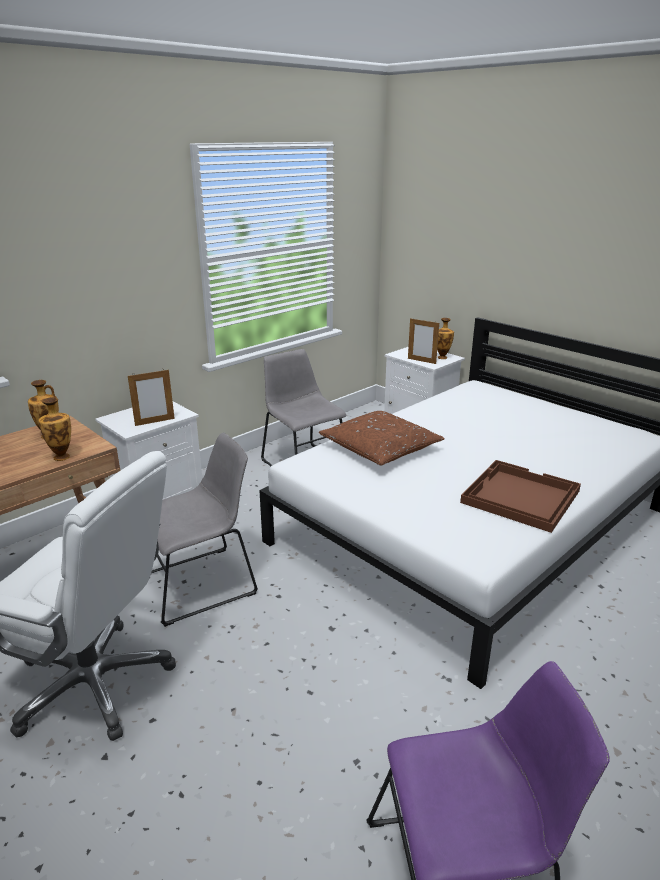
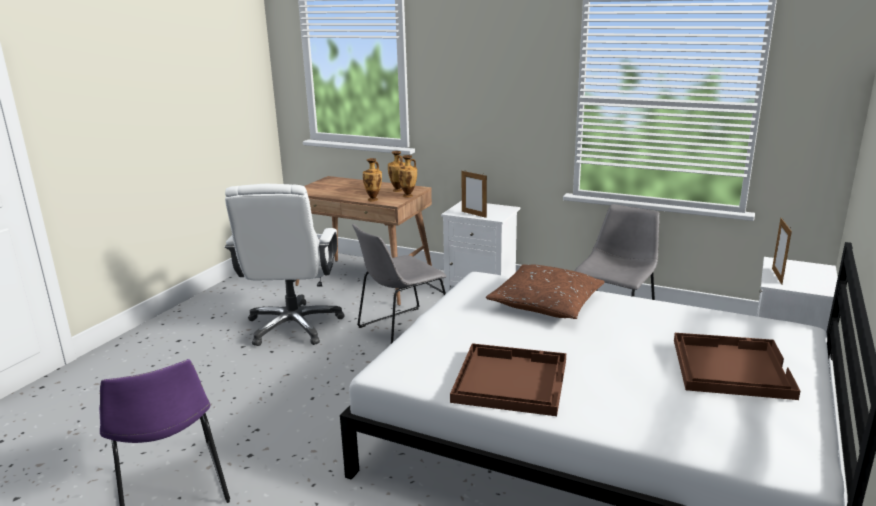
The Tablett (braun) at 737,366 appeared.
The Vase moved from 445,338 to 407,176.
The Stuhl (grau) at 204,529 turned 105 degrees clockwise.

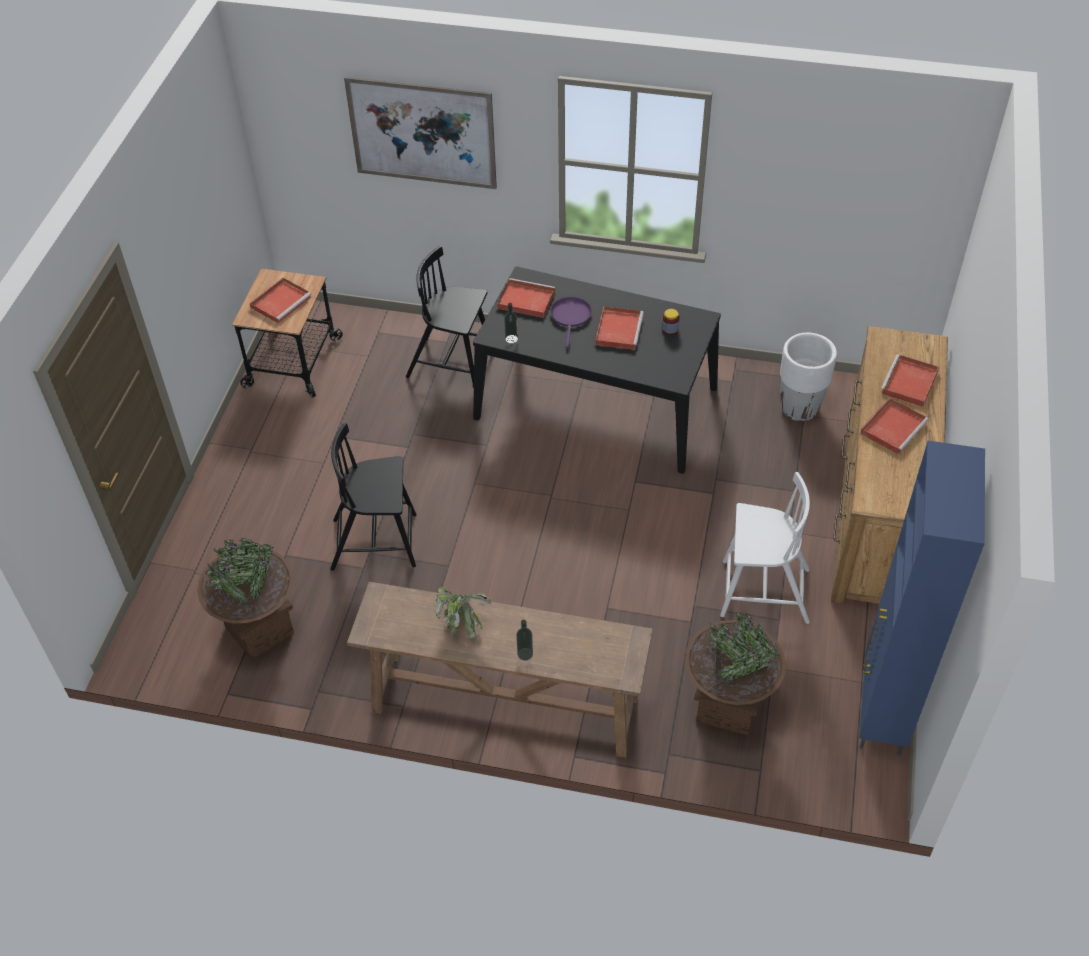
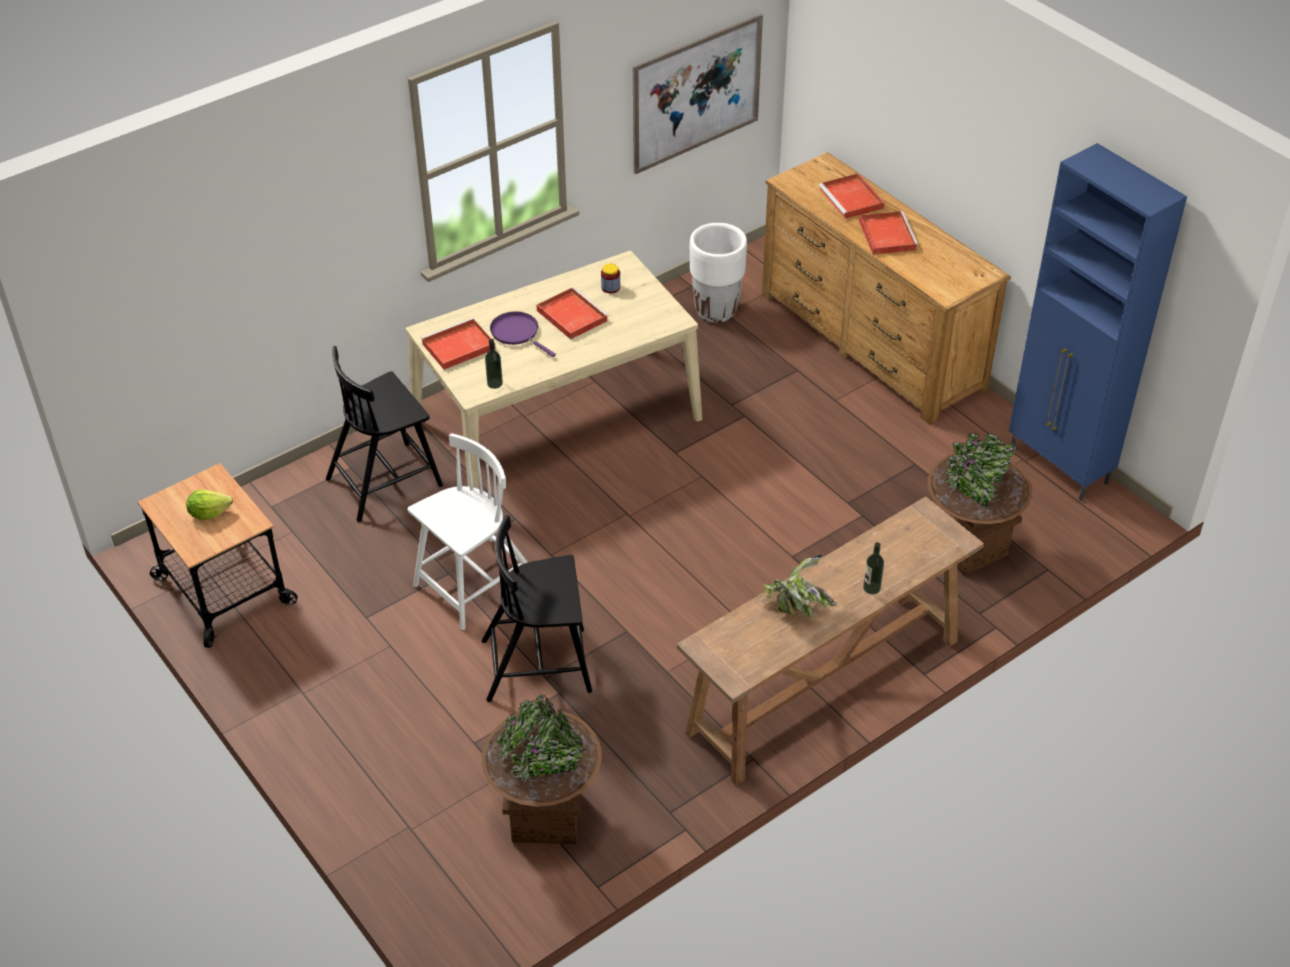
The Bild moved from 420,133 to 698,94.
The Stuhl (weiß) moved from 765,548 to 468,531.
The Tablett (rot) at 281,301 was replaced by the Salatkopf at 209,505.
The Esstisch (schwarz) at 597,370 became the Esstisch (beige) at 554,370.
The Stuhl (schwarz) at 373,497 turned 45 degrees clockwise.

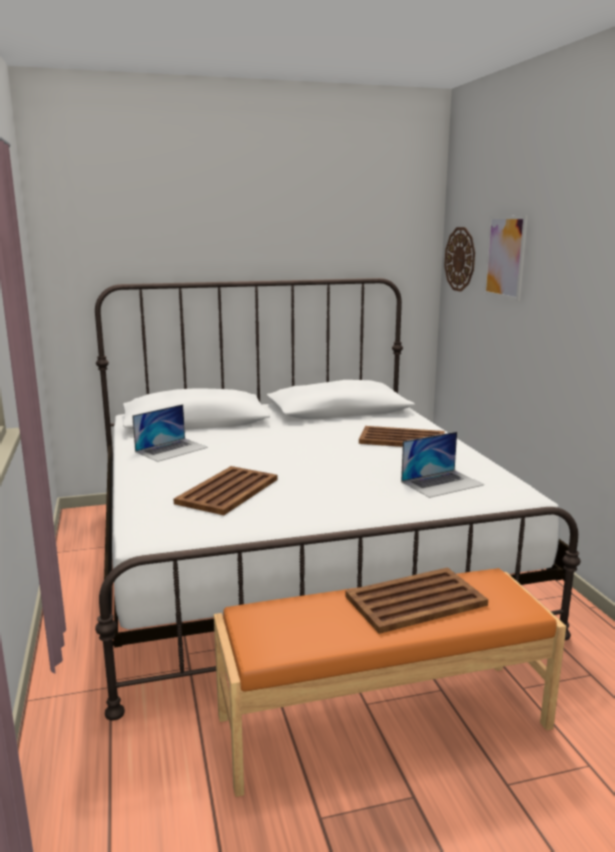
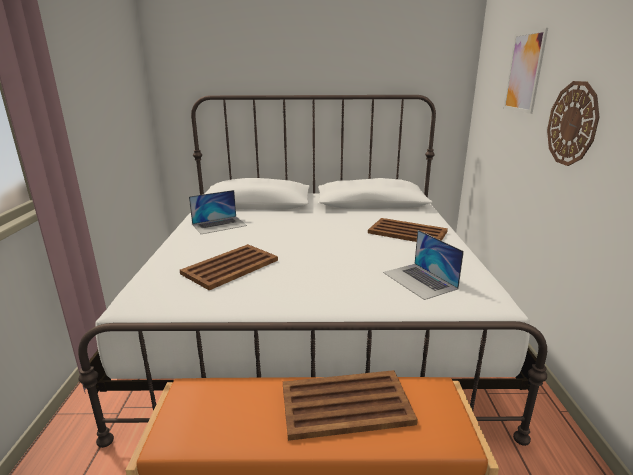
The Wanduhr moved from 459,259 to 573,123.
The Laptop at 442,465 turned 75 degrees clockwise.

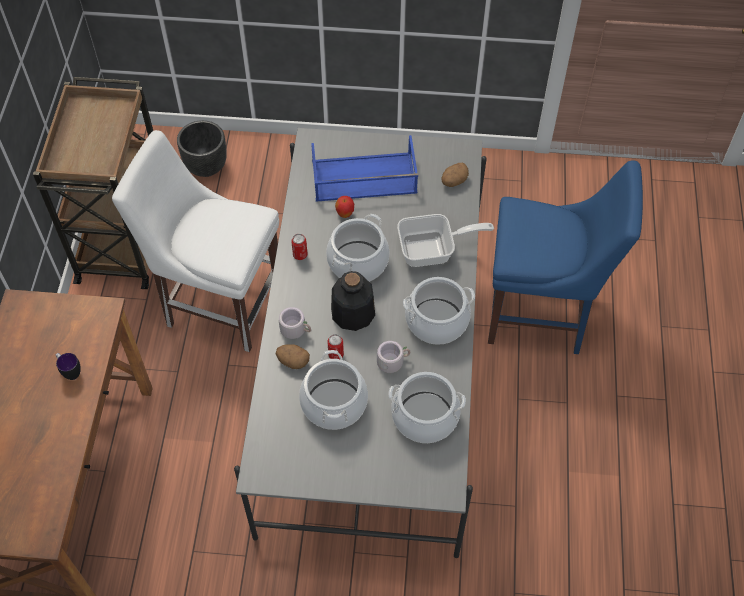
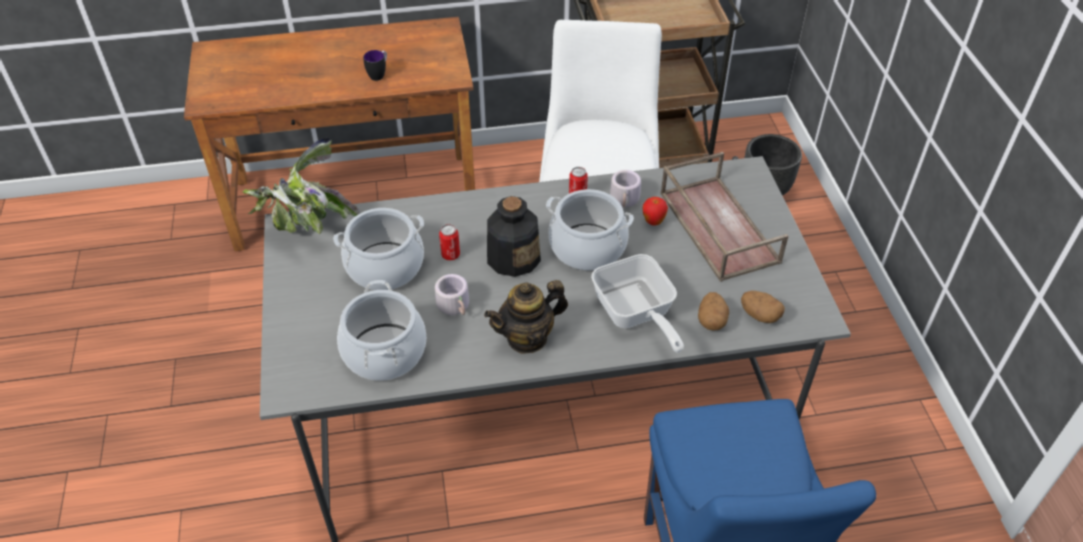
The Topfpflanze at 302,186 appeared.
The Kartoffel moved from 293,356 to 713,311.
The Henkelbecher (grau) moved from 295,323 to 625,189.
The Kochtopf at 439,311 was replaced by the Teekanne at 526,317.
The Tablett (blau) at 364,168 became the Tablett (braun) at 724,217.

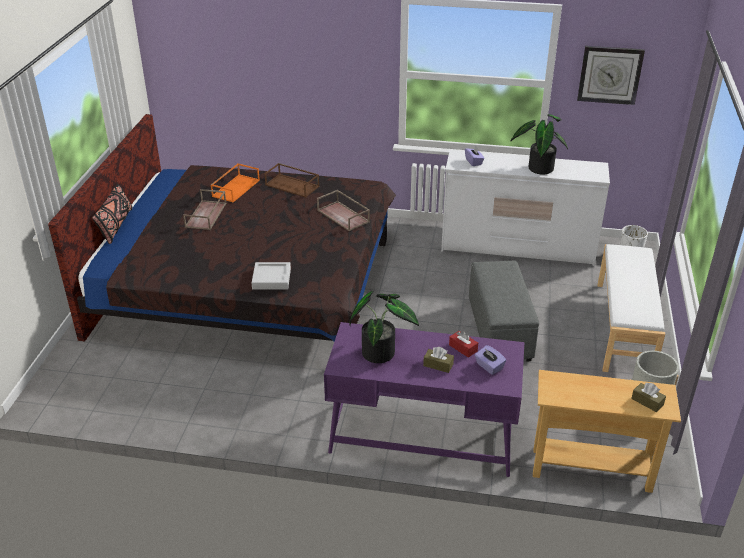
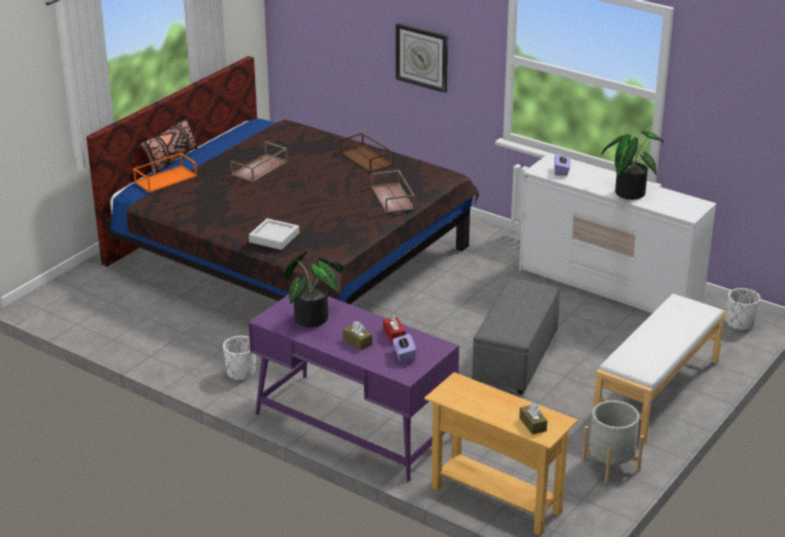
The Pflanzkübel (weiß) at 239,358 appeared.
The Tablett (orange) moved from 235,182 to 165,173.
The Wanduhr moved from 611,75 to 422,58.

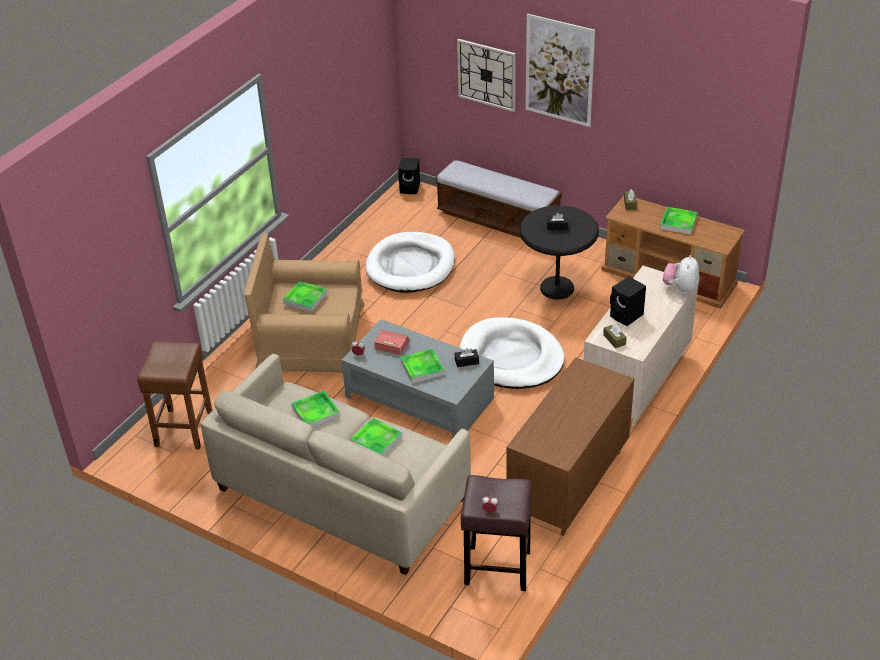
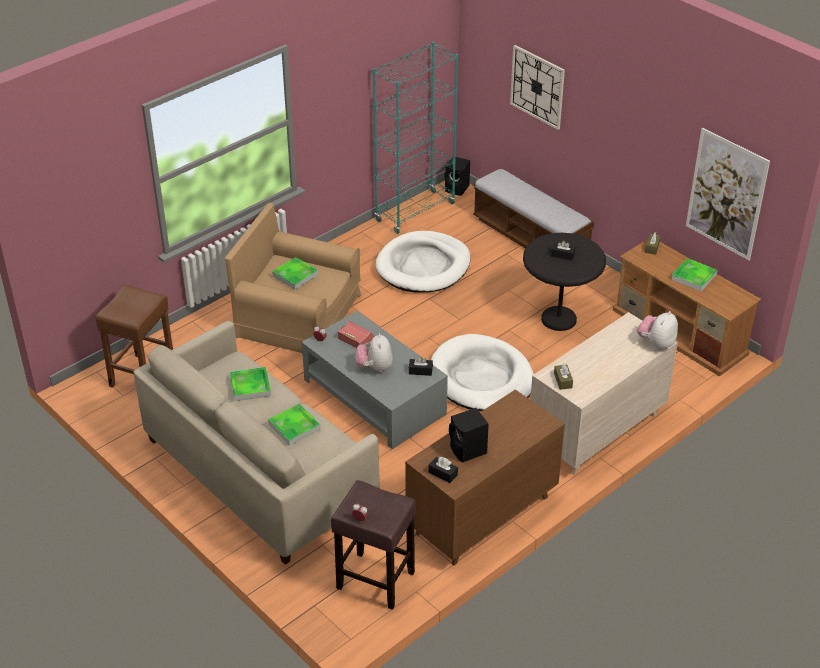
The Bücherregal (türkis) at 415,138 appeared.
The Taschentuchbox (schwarz) at 443,470 appeared.
The Bild moved from 560,70 to 728,194.
The Lautsprecher (schwarz) moved from 628,301 to 469,435.
The Tablett at 423,366 was replaced by the Plüschtier at 374,353.

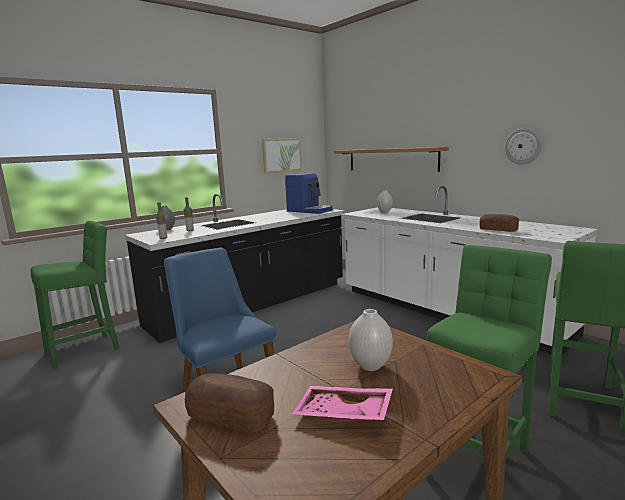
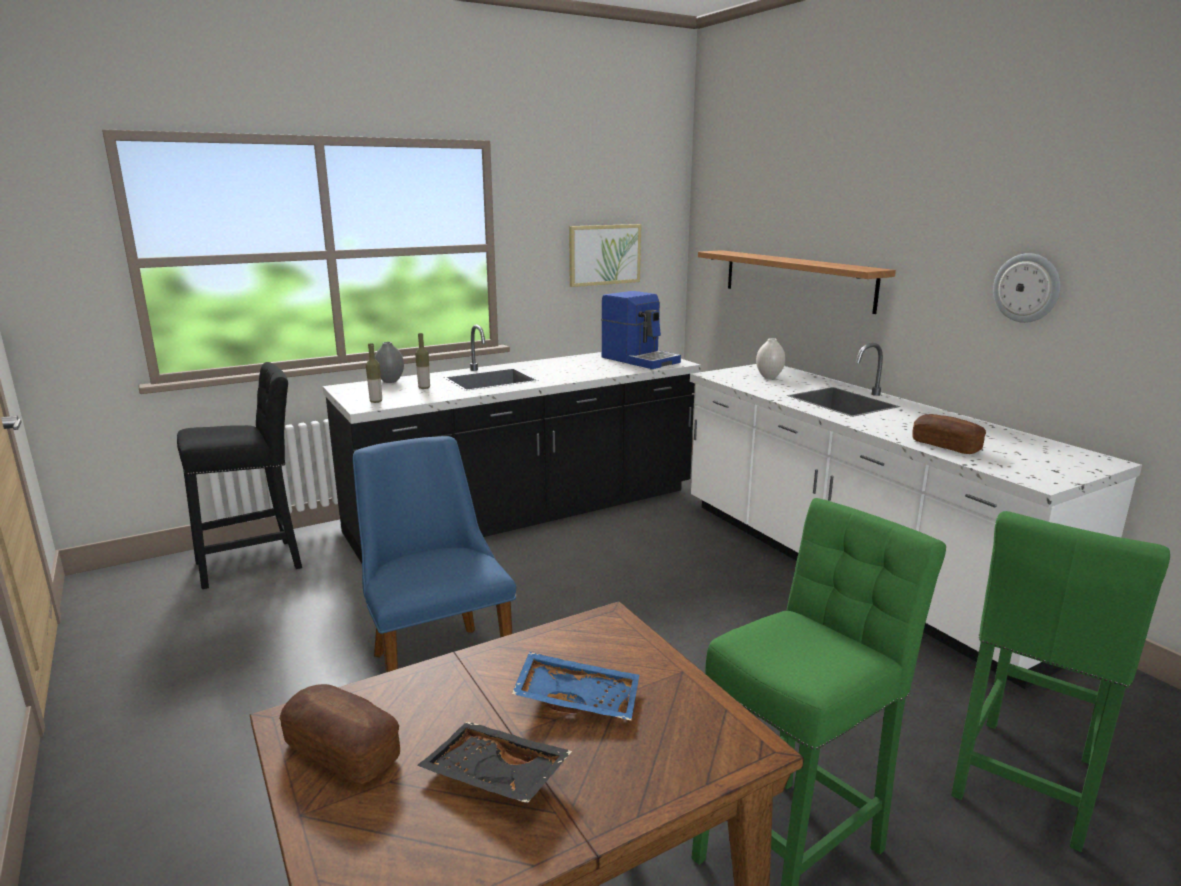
The Vase (weiß) at 371,340 was replaced by the Tablett (blau) at 575,686.
The Hocker (grün) at 75,295 became the Hocker (schwarz) at 239,475.
The Tablett (rosa) at 342,403 became the Tablett (schwarz) at 494,763.

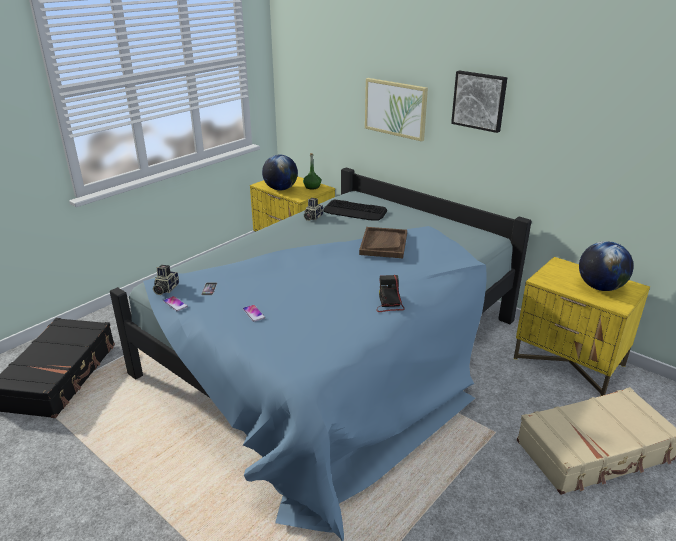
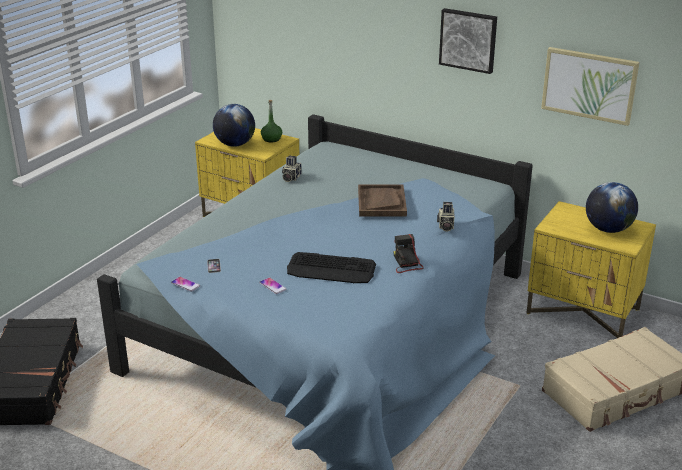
The Kamera moved from 166,280 to 446,217.
The Tastatur moved from 355,210 to 331,267.
The Bild moved from 396,109 to 590,86.

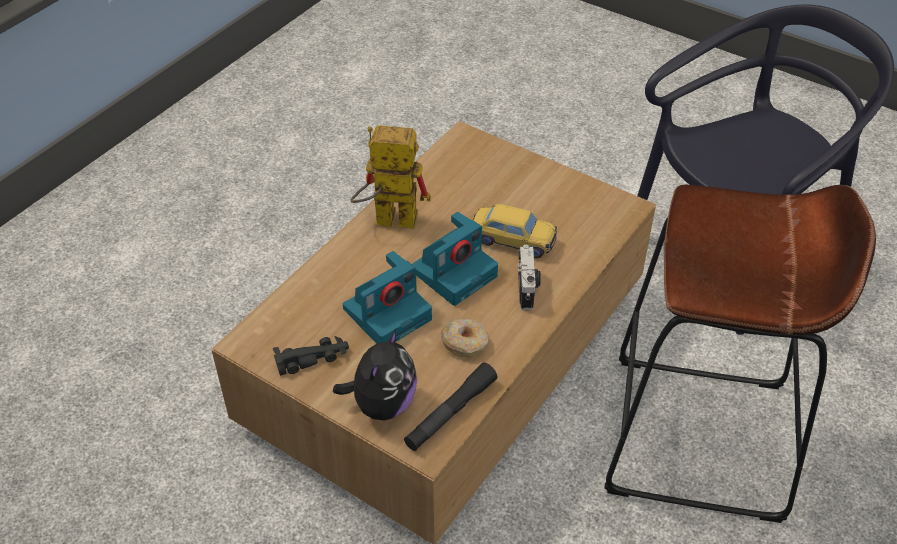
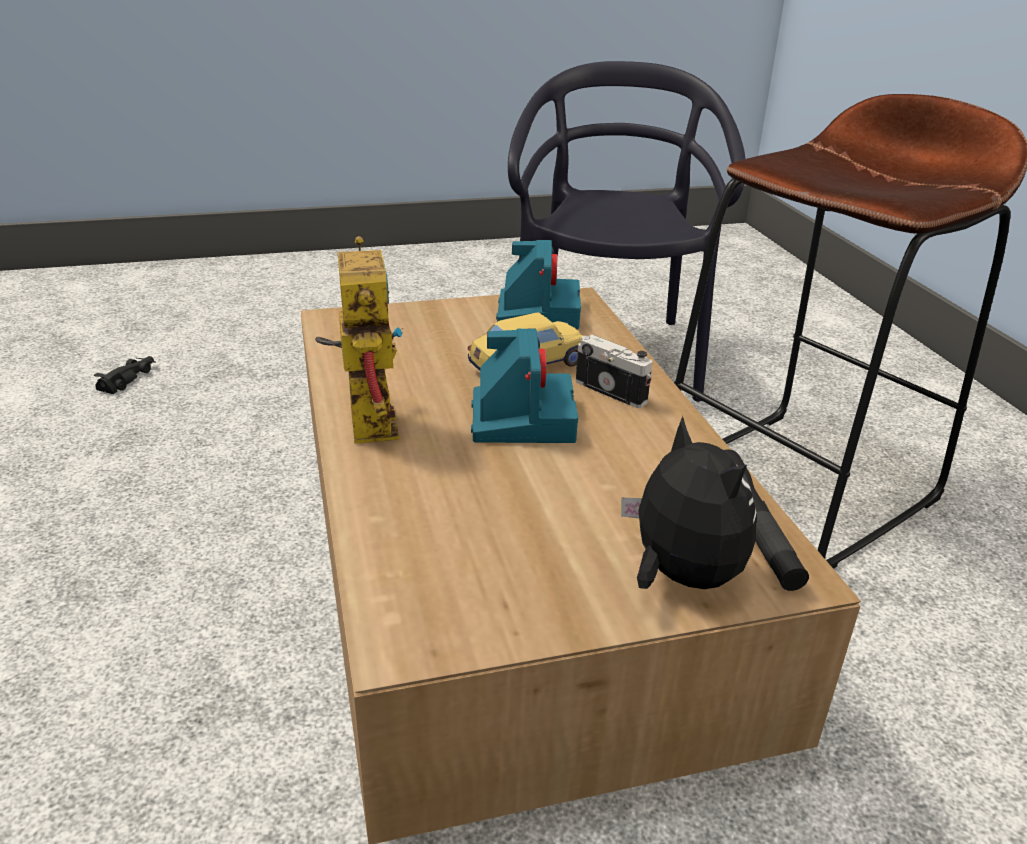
The Donut at 465,337 disappeared.
The Spielzeugauto (schwarz) moved from 311,356 to 125,375.
The Kamera moved from 387,297 to 538,284.
The Spielzeugroboter at 390,177 turned 120 degrees clockwise.

